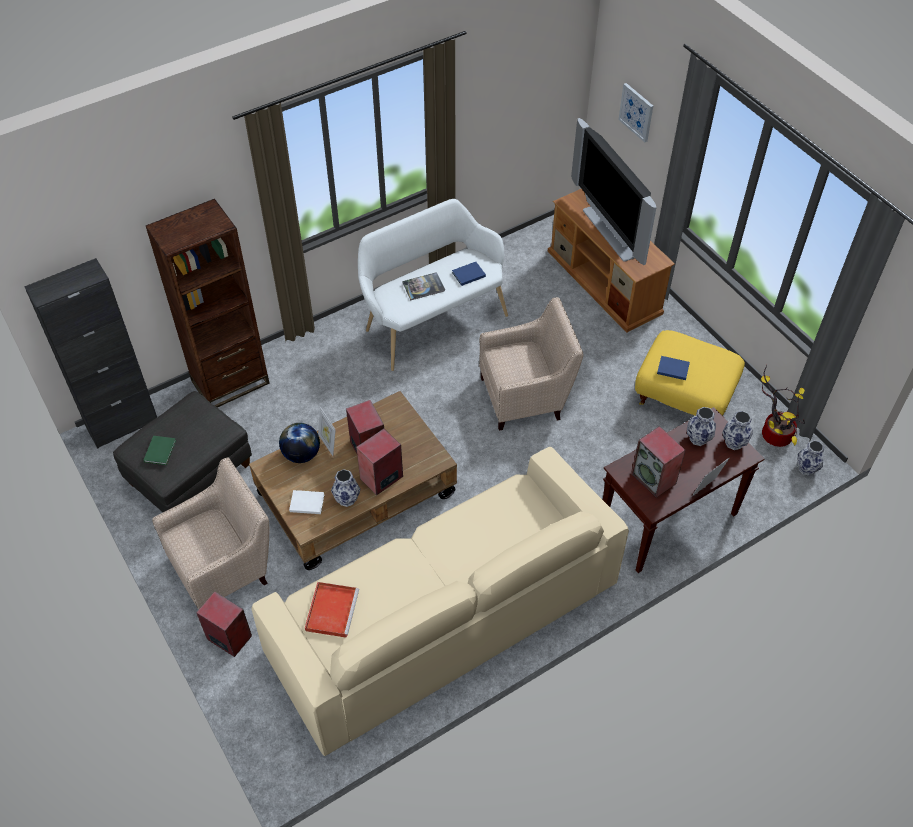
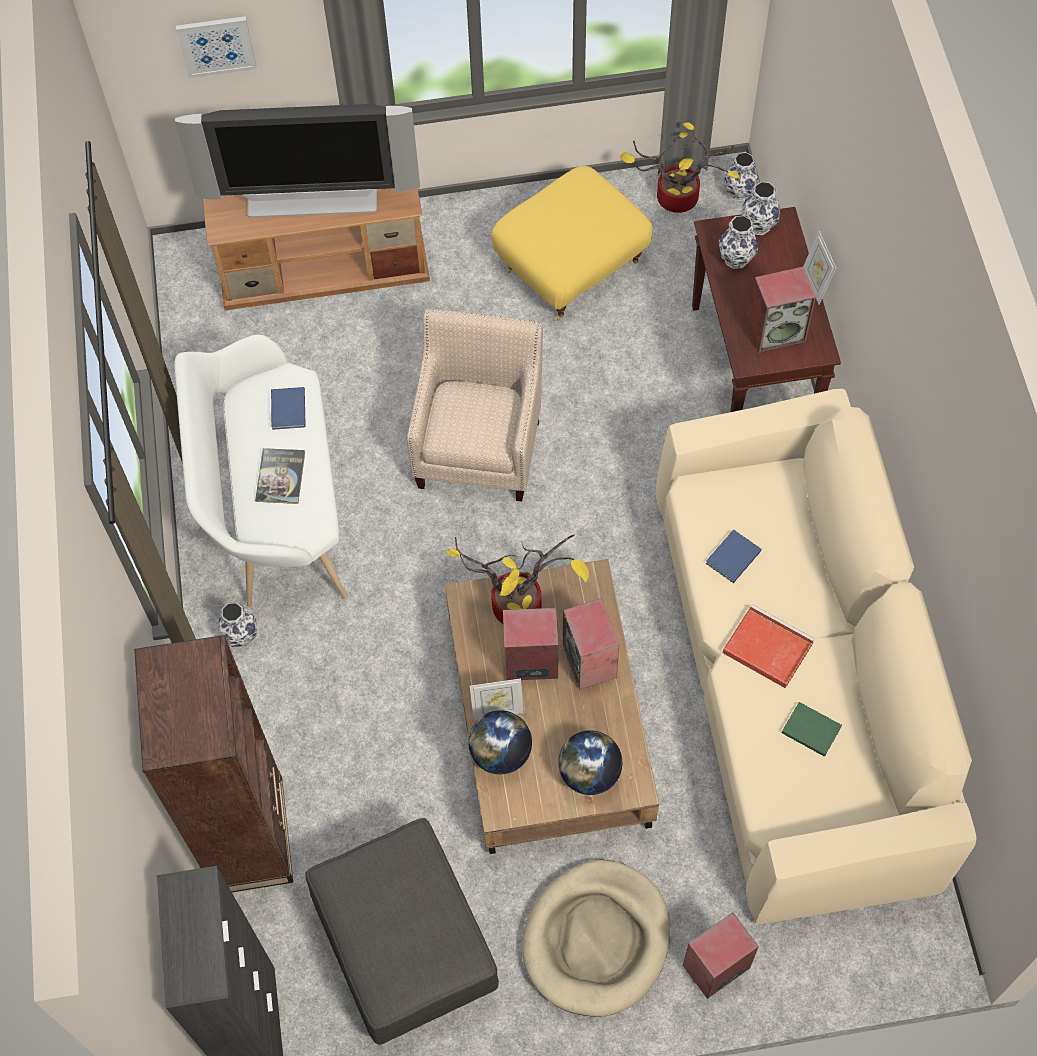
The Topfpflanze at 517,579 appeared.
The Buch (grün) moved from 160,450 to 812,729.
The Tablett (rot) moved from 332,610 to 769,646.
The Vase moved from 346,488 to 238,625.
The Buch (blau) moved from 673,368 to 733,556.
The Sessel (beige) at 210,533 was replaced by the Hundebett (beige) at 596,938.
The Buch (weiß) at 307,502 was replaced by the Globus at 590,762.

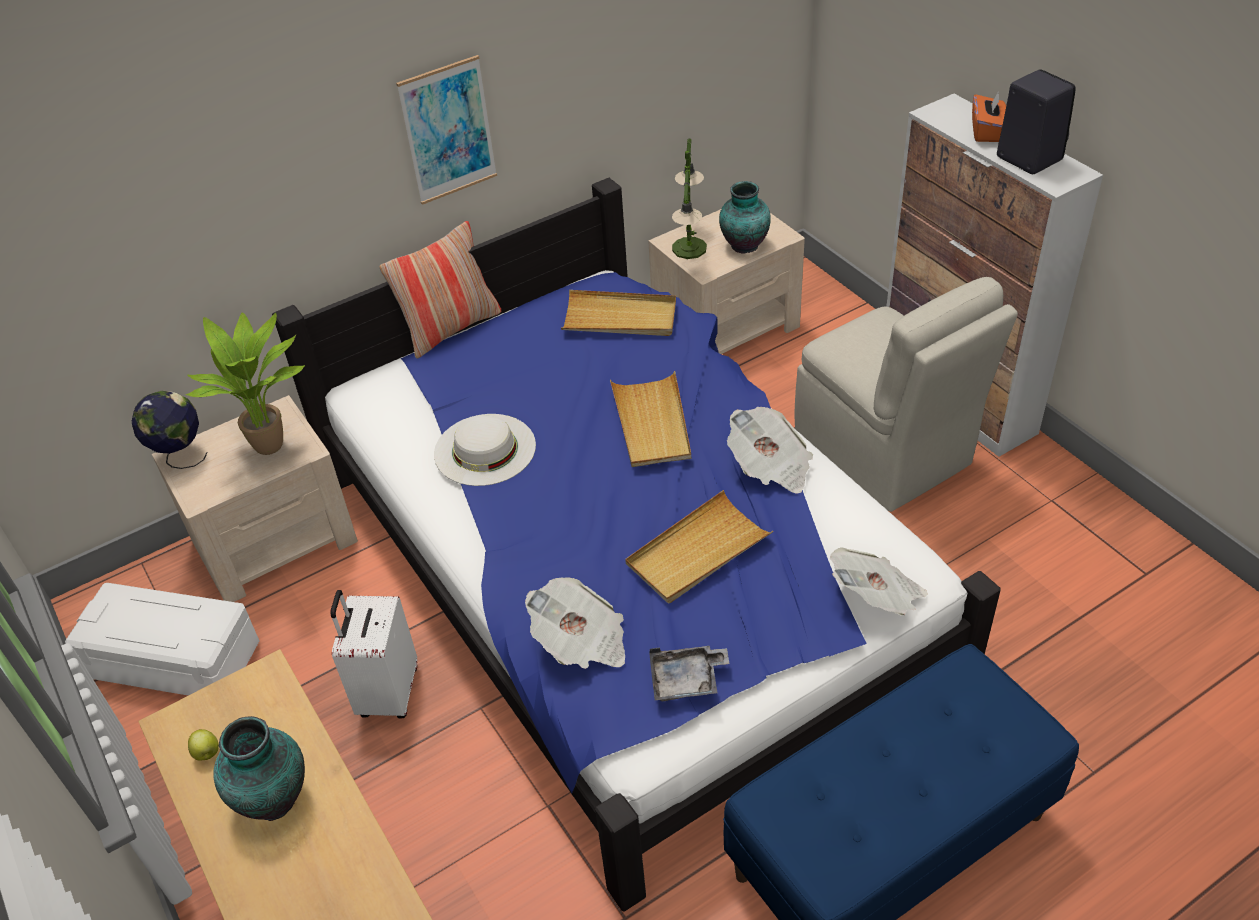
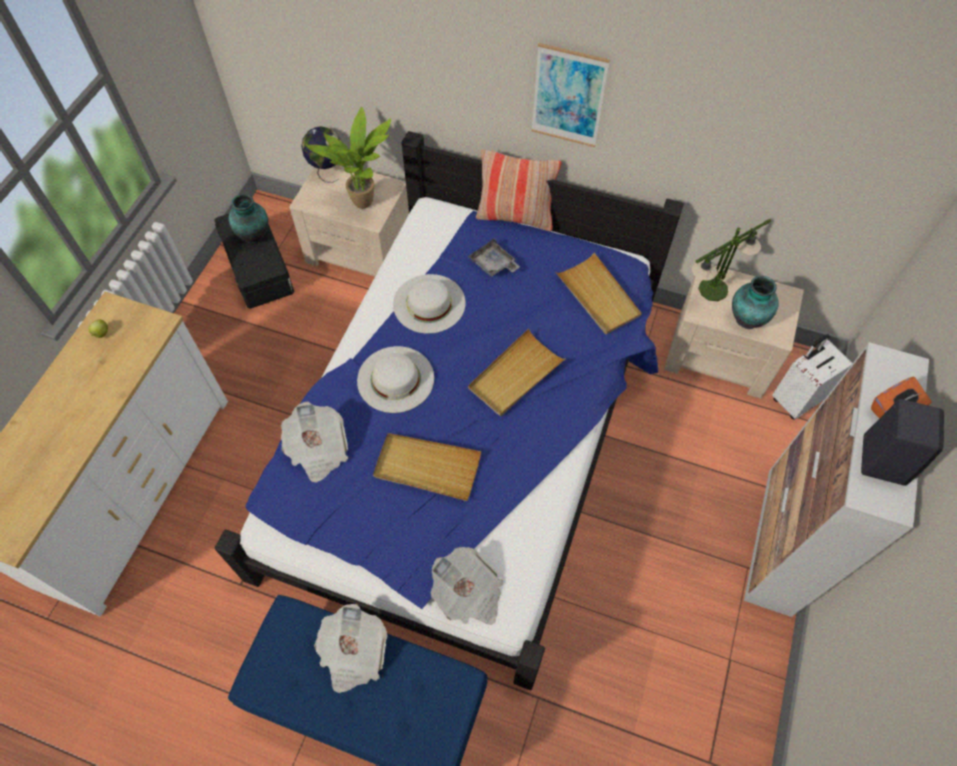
The Stuhl (beige) at 906,394 disappeared.
The Hut (weiß) at 395,379 appeared.
The Vase moved from 259,768 to 248,219.
The Koffer (weiß) moved from 373,654 to 812,377.
The Tablett (grau) moved from 689,673 to 494,257.
The Zeitung moved from 770,450 to 351,648.
The Aufbewahrungsbox (weiß) at 162,639 became the Aufbewahrungsbox (schwarz) at 254,261.

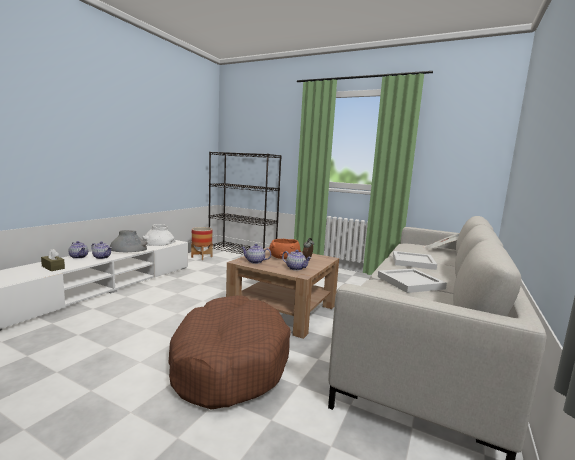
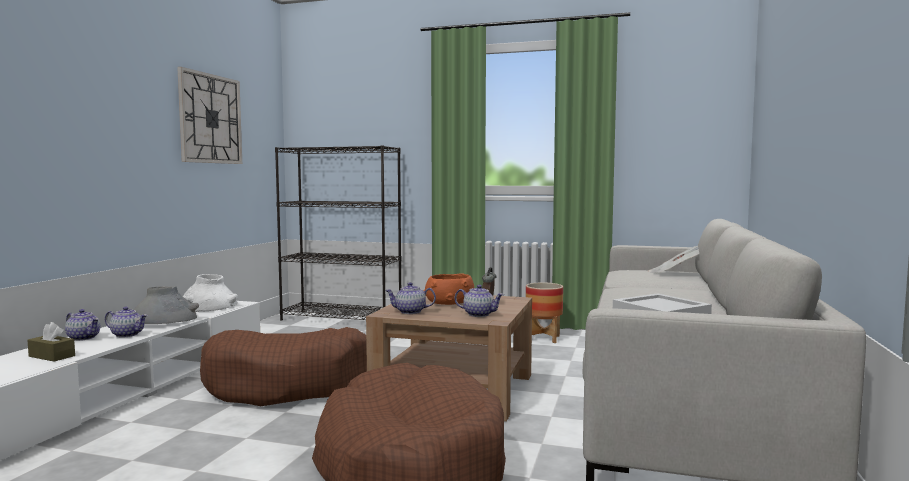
The Tablett (weiß) at 415,260 disappeared.
The Wanduhr at 209,115 appeared.
The Hundebett (braun) at 283,366 appeared.
The Pflanzkübel moved from 202,243 to 544,312.

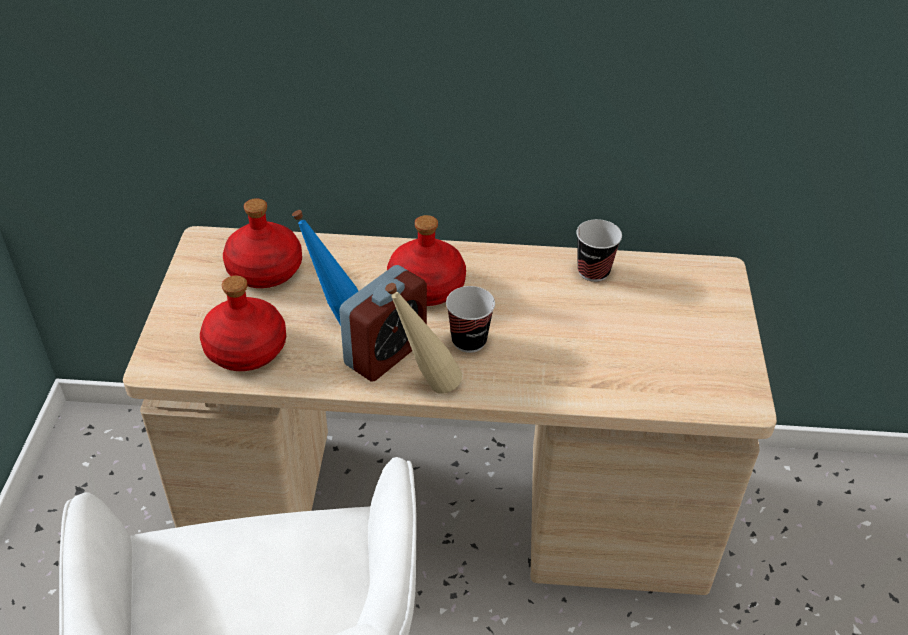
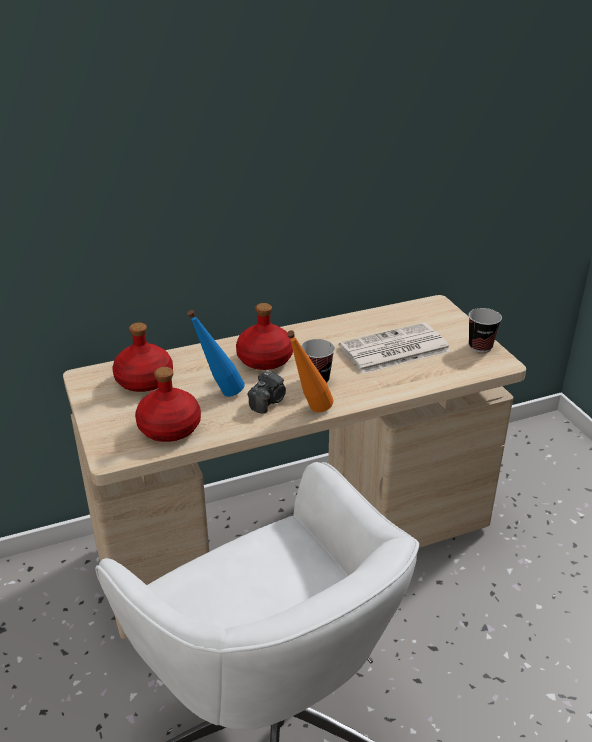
The Zeitung at 395,348 appeared.
The Tasse moved from 599,250 to 485,330.
The Wecker at 383,323 was replaced by the Kamera at 267,392.
The Flasche (beige) at 423,338 became the Flasche (orange) at 310,371.

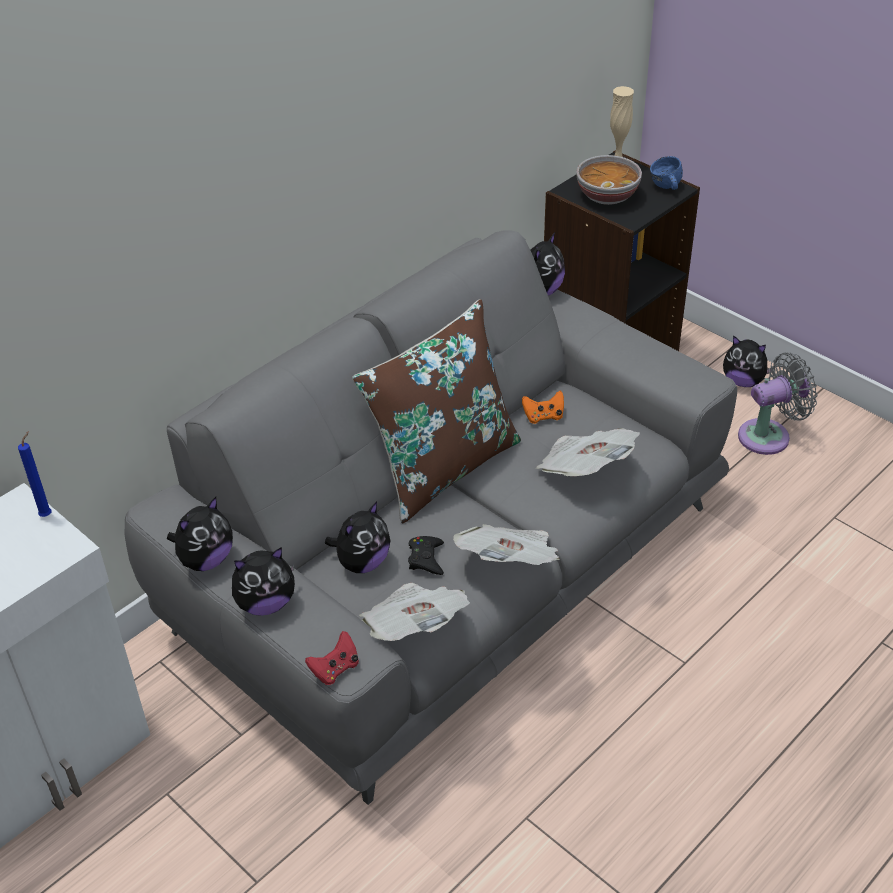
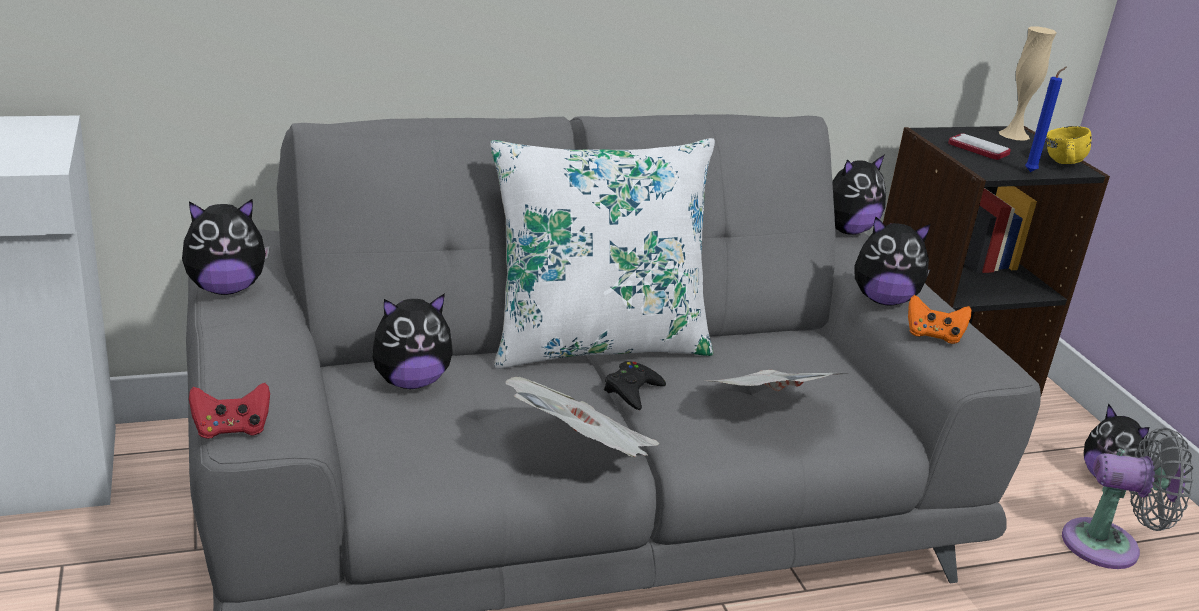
The Zeitung at 414,612 disappeared.
The Kerze (blau) moved from 35,474 to 1046,119.
The Plüschtier moved from 263,581 to 893,261.
The Gamepad (schwarz) moved from 426,555 to 635,385.
The Gamepad (orange) moved from 543,407 to 939,319.
The Schüssel at 609,180 was replaced by the Handy at 979,146.
The Kissen (braun) at 436,411 became the Kissen (weiß) at 602,253.
The Henkelbecher (blau) at 666,173 became the Henkelbecher (gelb) at 1069,145.

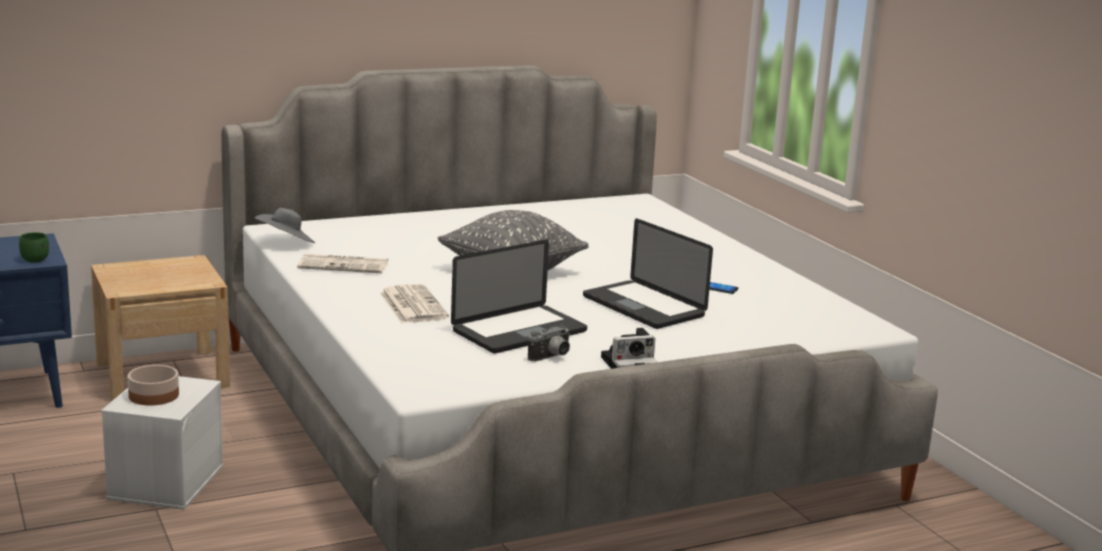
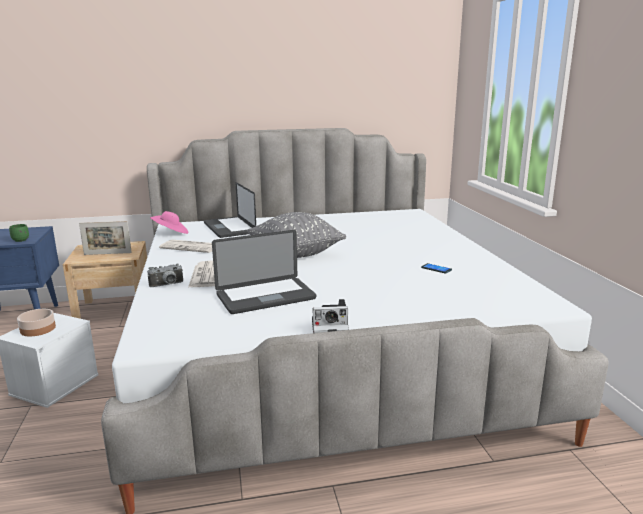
The Bilderrahmen at 105,238 appeared.
The Kamera moved from 549,343 to 165,275.
The Laptop moved from 648,273 to 230,210.
The Hut (grau) at 284,225 became the Hut (rosa) at 169,222.

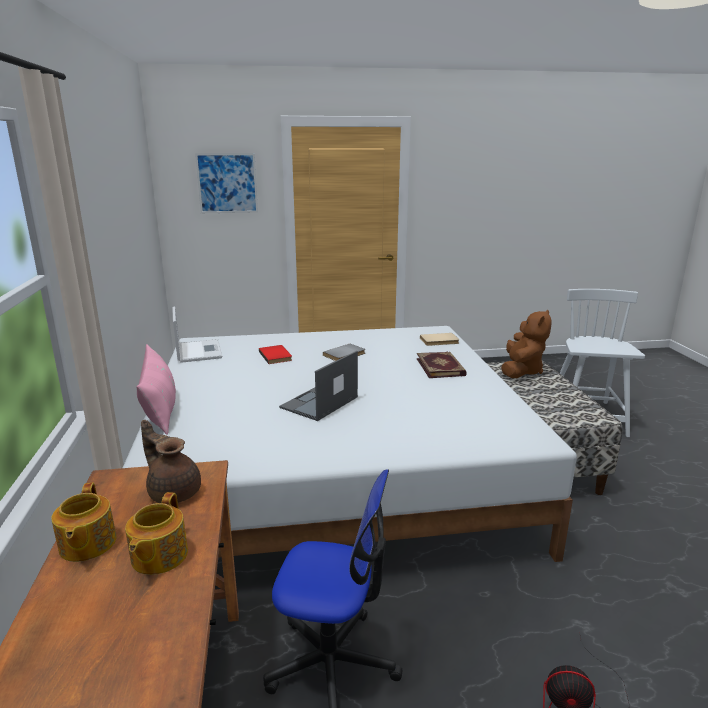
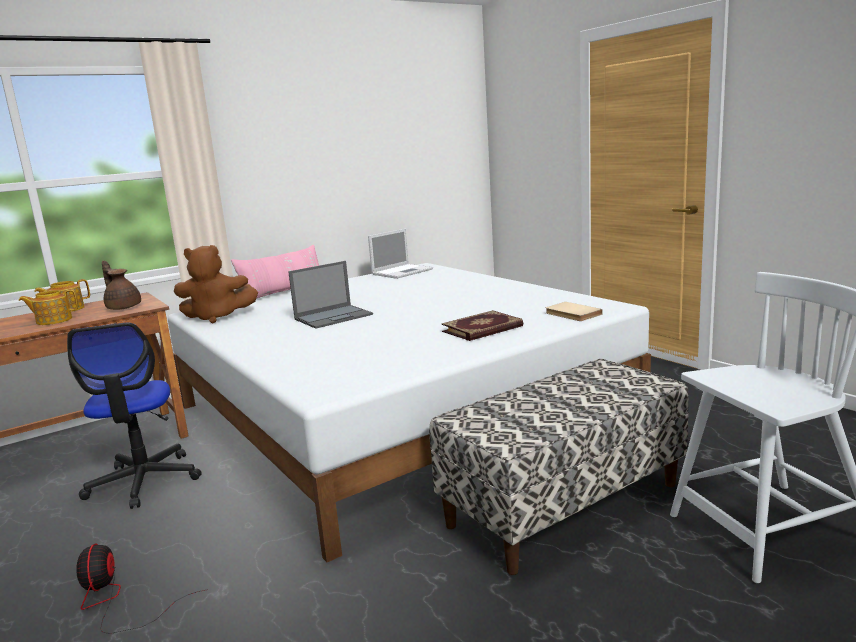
The Bild at 226,183 disappeared.
The Buch (rot) at 275,354 disappeared.
The Buch (grau) at 344,352 disappeared.
The Plüschtier (braun) moved from 526,343 to 216,284.
The Teekanne (braun) at 171,461 turned 60 degrees counterclockwise.
The Laptop at 318,386 turned 135 degrees clockwise.

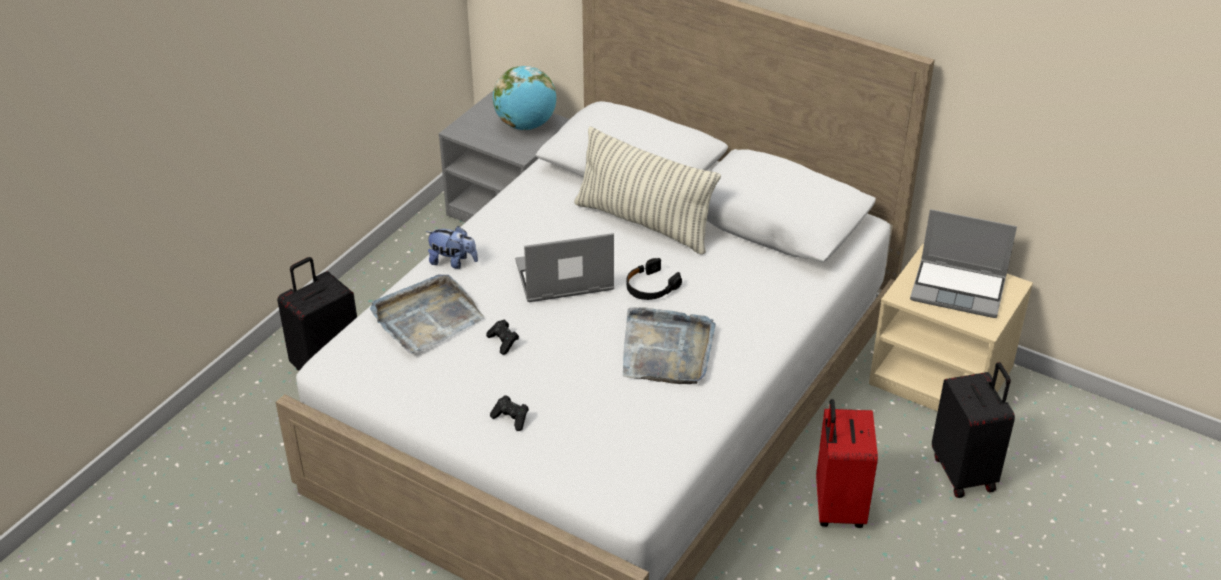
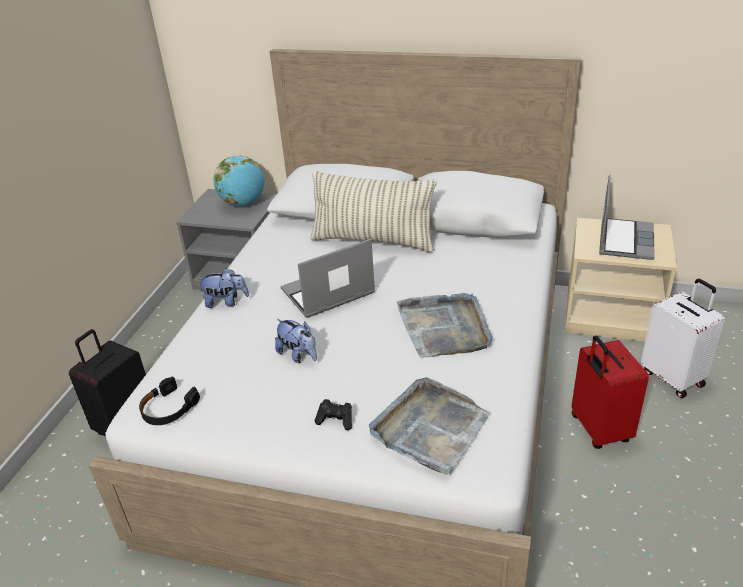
The Tablett (grau) moved from 427,314 to 429,426.
The Kopfhörer (schwarz) moved from 654,279 to 169,401.
The Gamepad (schwarz) at 502,337 was replaced by the Plüschtier at 296,341.
The Koffer (schwarz) at 973,430 became the Koffer (weiß) at 683,338.
The Laptop at 963,263 turned 75 degrees counterclockwise.

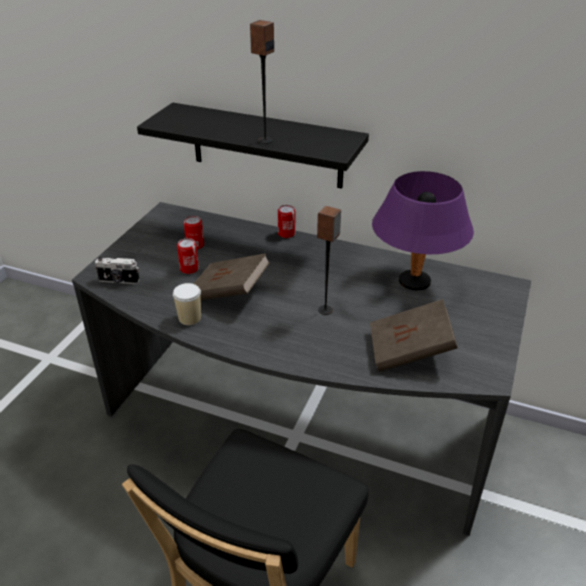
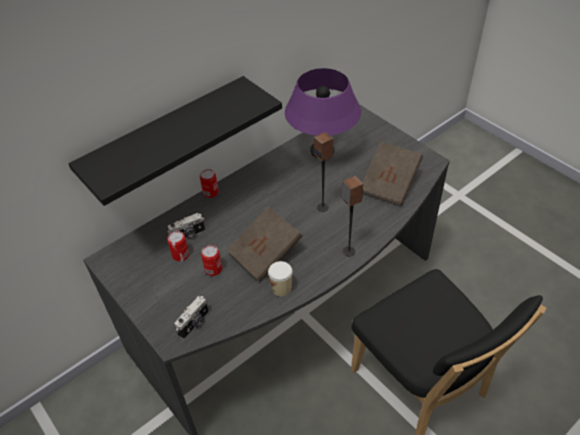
The Kamera at 186,226 appeared.
The Lautsprecher moved from 262,82 to 352,216.

